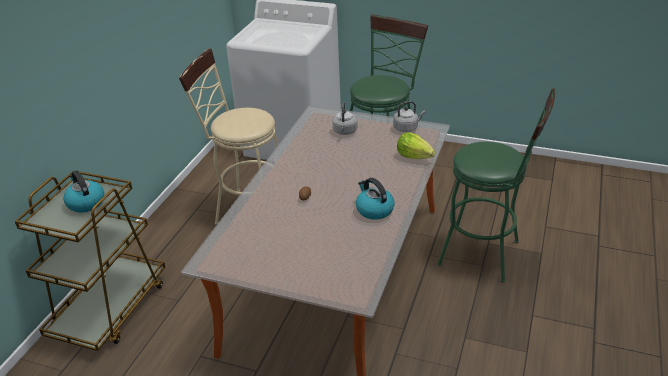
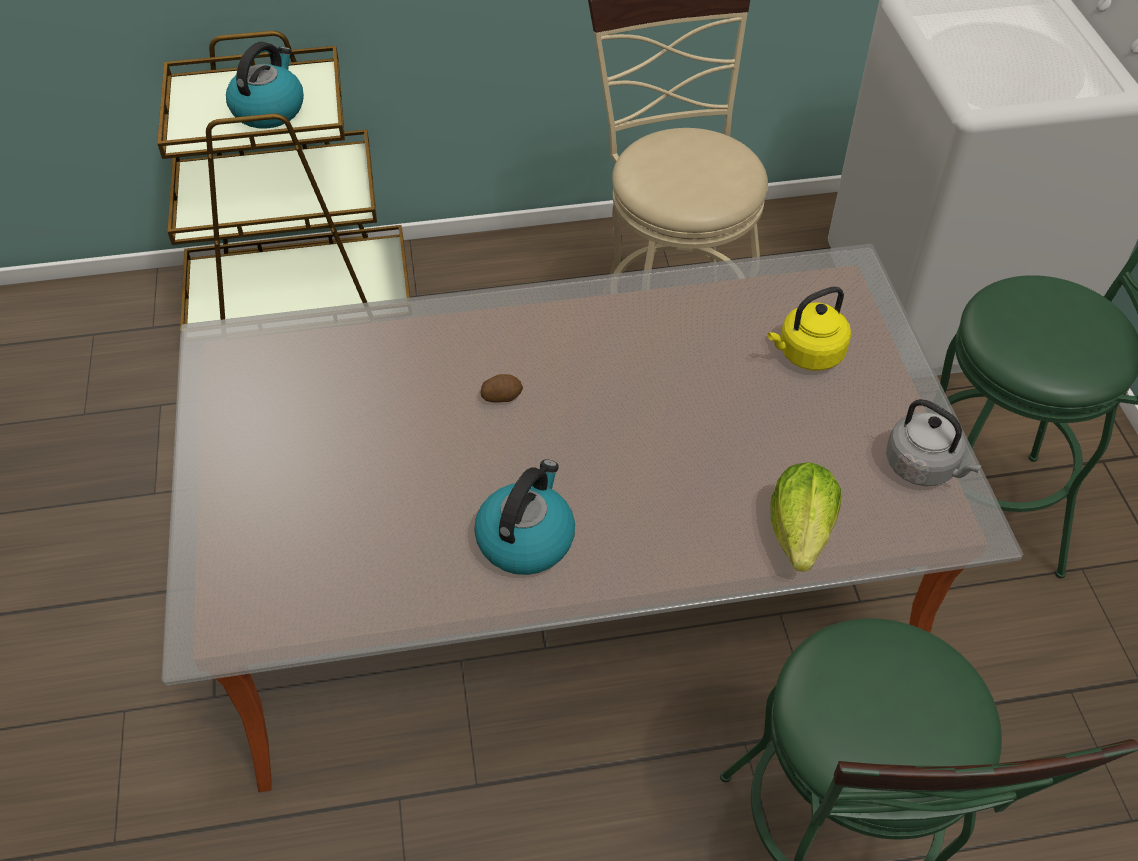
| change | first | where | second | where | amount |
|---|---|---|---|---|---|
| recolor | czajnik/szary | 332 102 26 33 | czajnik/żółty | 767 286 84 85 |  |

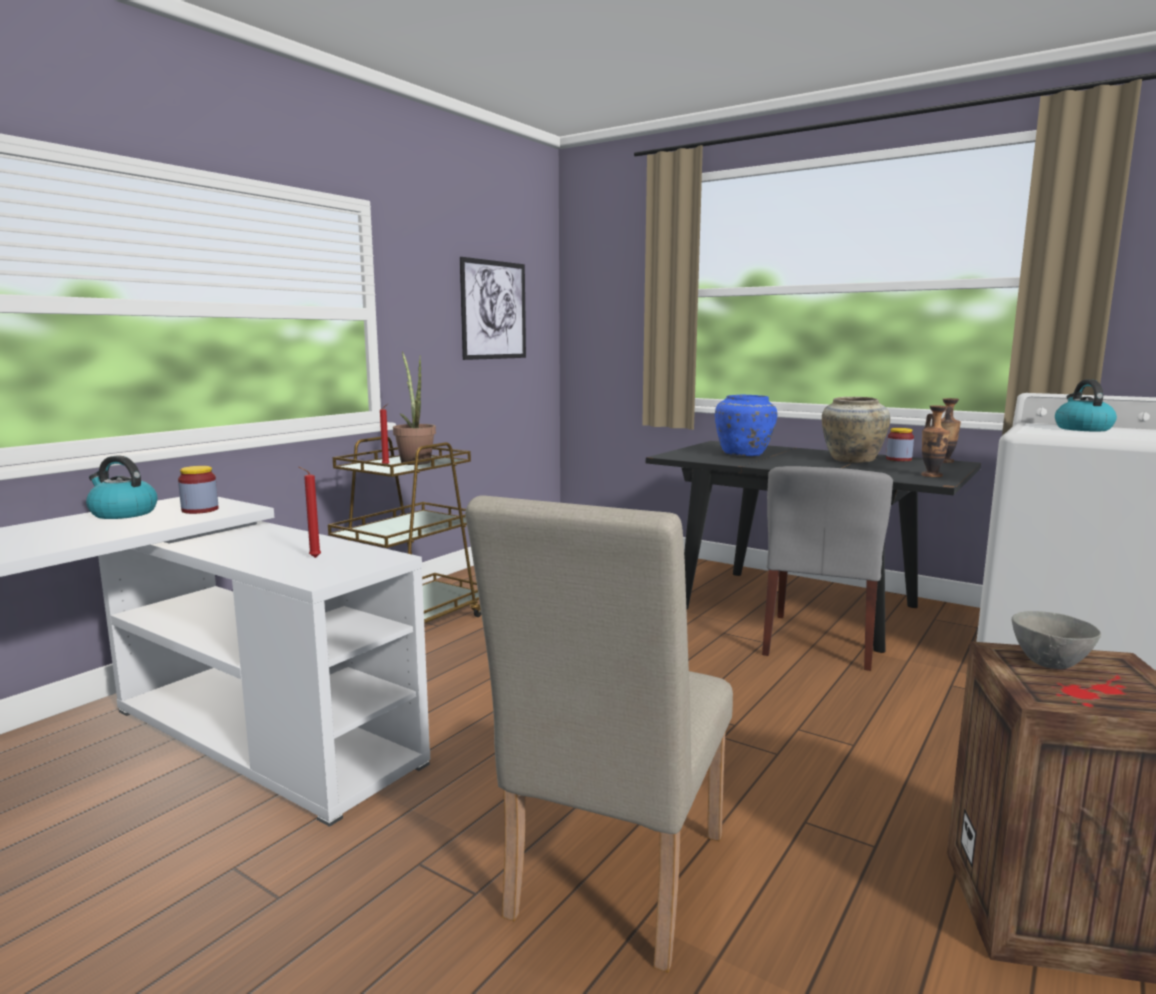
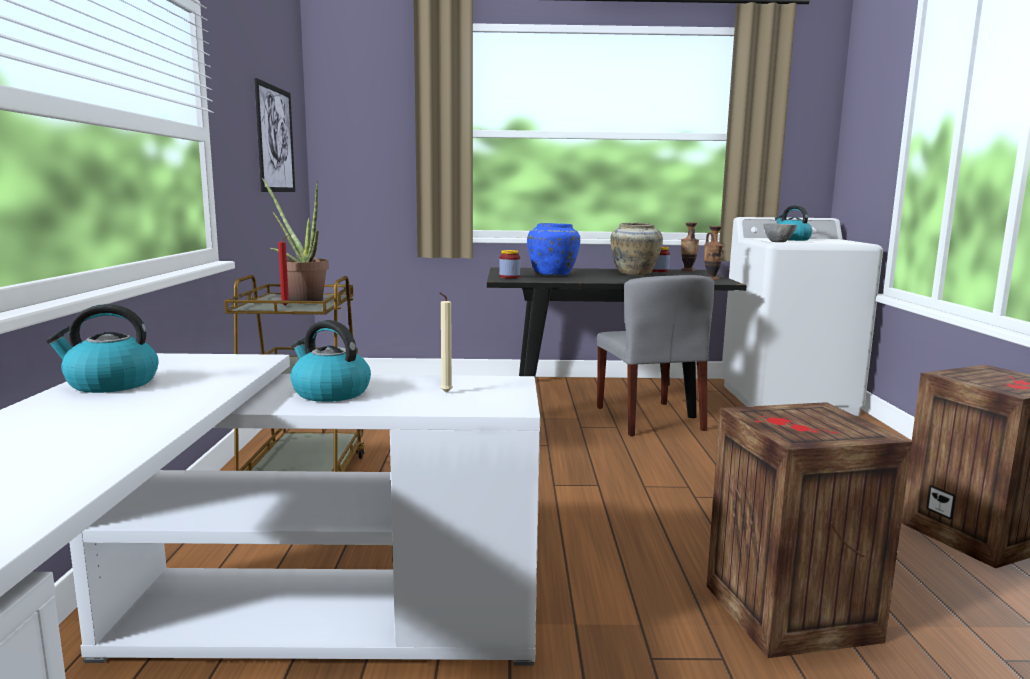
| change | first | where | second | where | amount |
|---|---|---|---|---|---|
| move | słoik | 178 466 41 48 |  | 499 250 21 28 |  |
| recolor | świeca/czerwony | 298 467 23 91 | świeca/beżowy | 440 293 13 100 |  |
| replace | krzesło/beżowy | 465 495 268 478 | skrzynka | 707 402 205 256 |  |
| move | miska/szary | 1012 611 89 58 |  | 763 224 34 18 |  |
| insert |  |  | czajnik | 290 320 81 82 |  |

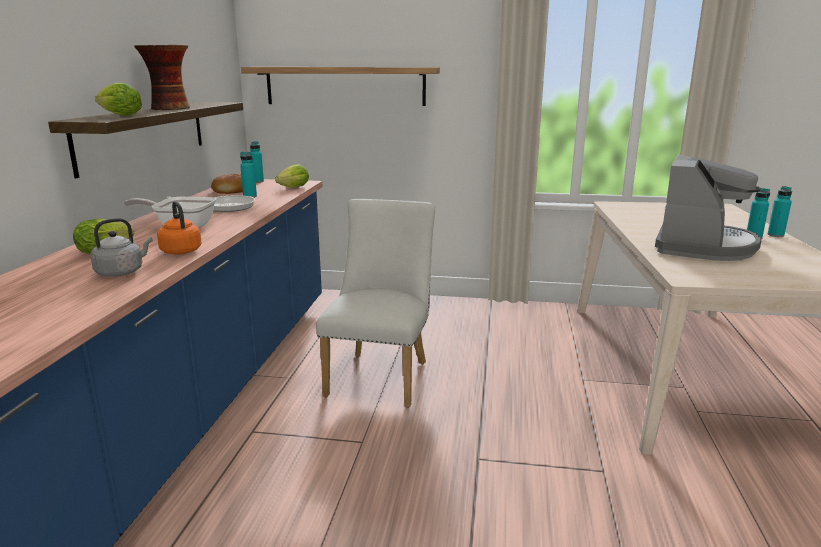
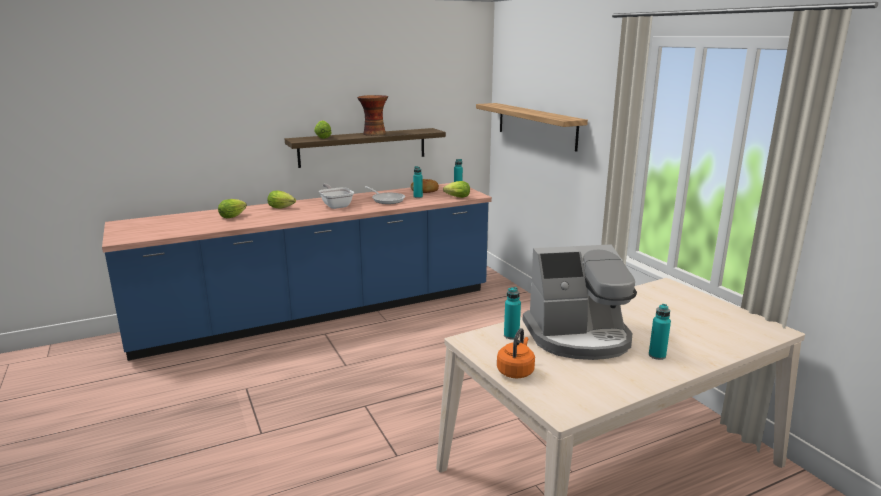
| change | first | where | second | where | amount |
|---|---|---|---|---|---|
| delete | czajnik/szary | 90 218 63 59 |  |  |  |
| move | czajnik/pomarańczowy | 157 201 45 54 |  | 497 328 38 50 |  |
| delete | krzesło/biały | 316 199 119 209 |  |  |  |
| move | butelka/turkusowy | 768 186 24 51 |  | 504 287 17 52 |  |
| insert |  |  | sałata | 218 199 29 19 |  |

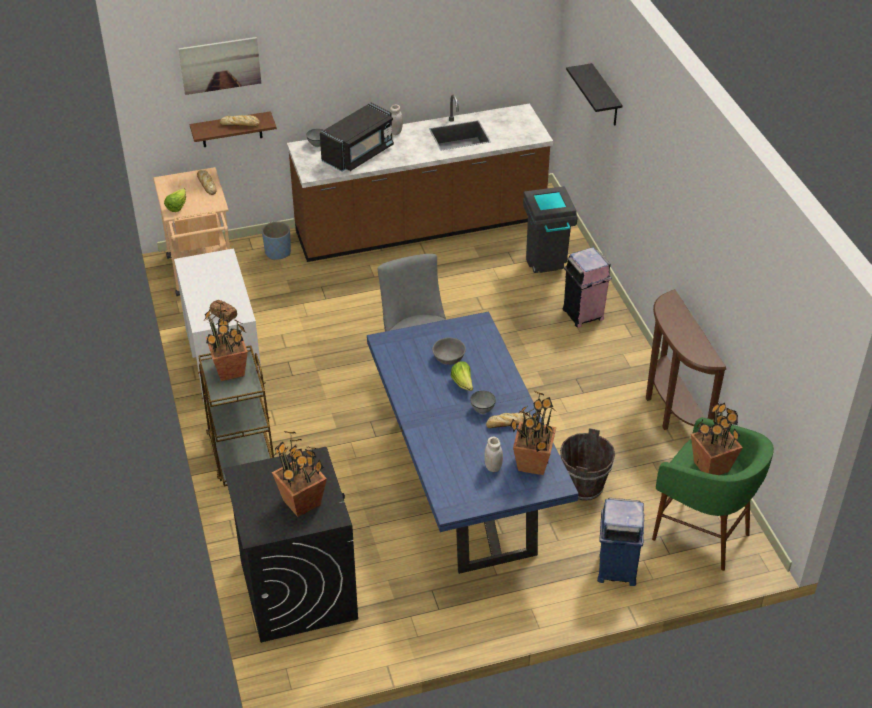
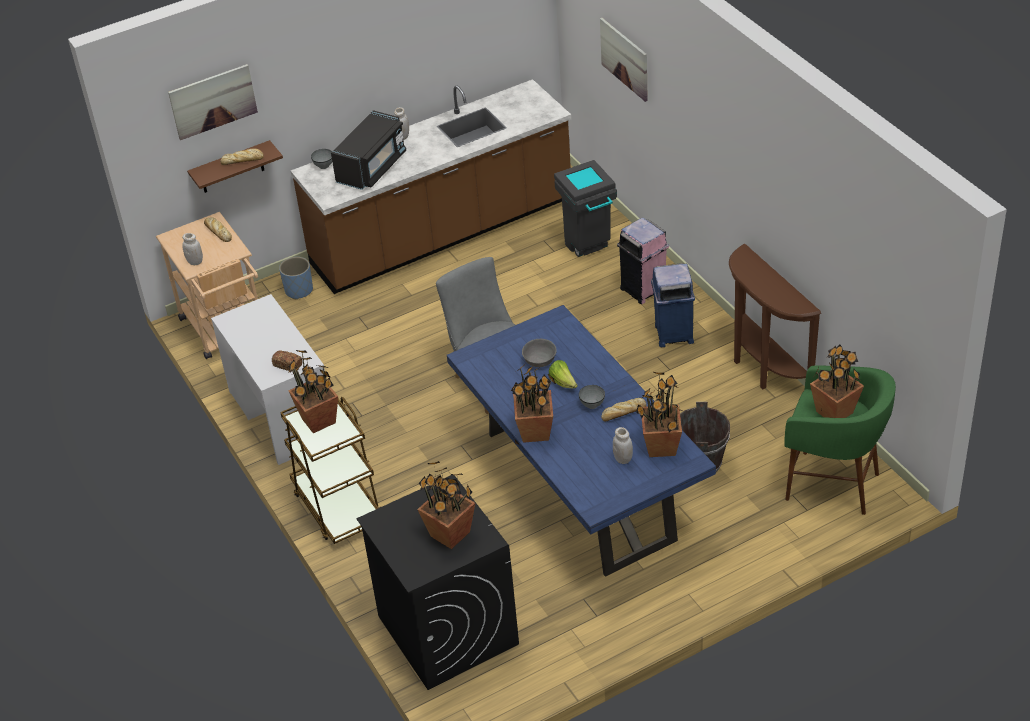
| change | first | where | second | where | amount |
|---|---|---|---|---|---|
| replace | sałata | 164 188 22 24 | słoik/biały | 182 233 21 32 |  |
| replace | półka/czarny | 566 63 57 62 | obraz | 600 18 48 84 |  |
| move | kosz na śmieci/niebieski | 597 498 48 88 |  | 651 263 44 84 |  |
| insert |  |  | roślina doniczkowa | 511 364 46 79 |  |

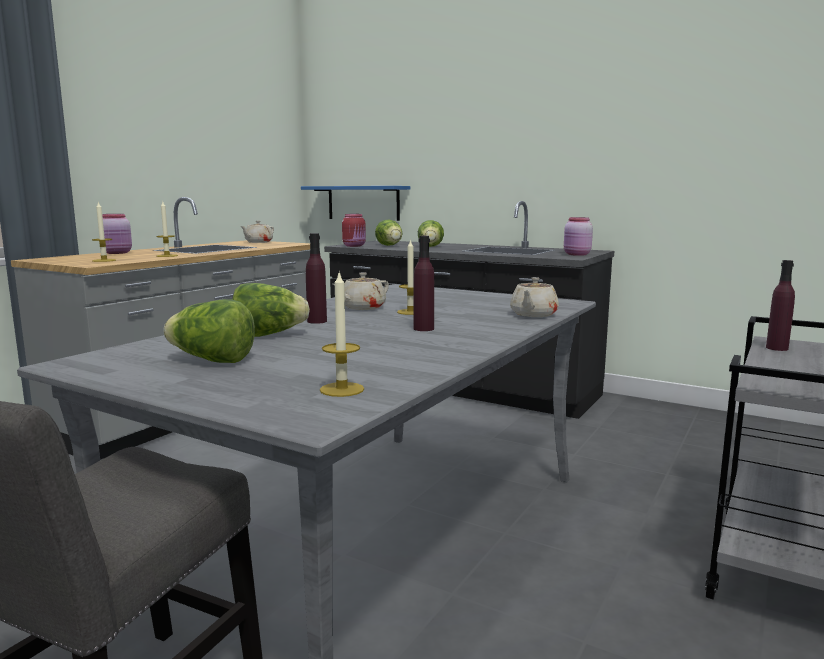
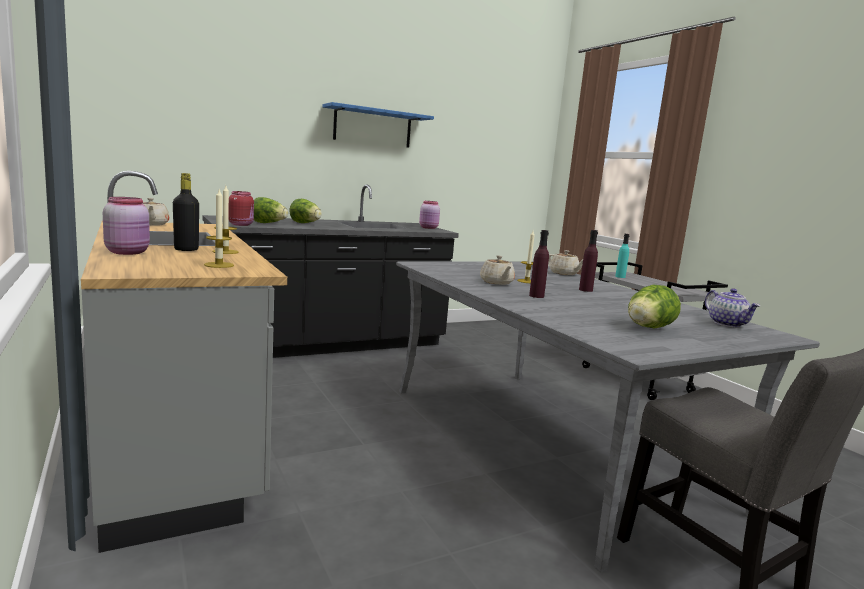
| change | first | where | second | where | amount |
|---|---|---|---|---|---|
| delete | sałata | 232 283 78 54 |  |  |  |
| move | półka/niebieski | 301 186 109 35 |  | 322 102 112 46 |  |
| replace | świeca | 320 270 44 127 | imbryk | 705 288 55 39 |  |
| recolor | butelka/fioletowy | 766 260 29 91 | butelka/turkusowy | 615 234 15 44 |  |
| insert |  |  | butelka/czarny | 173 173 26 78 |  |

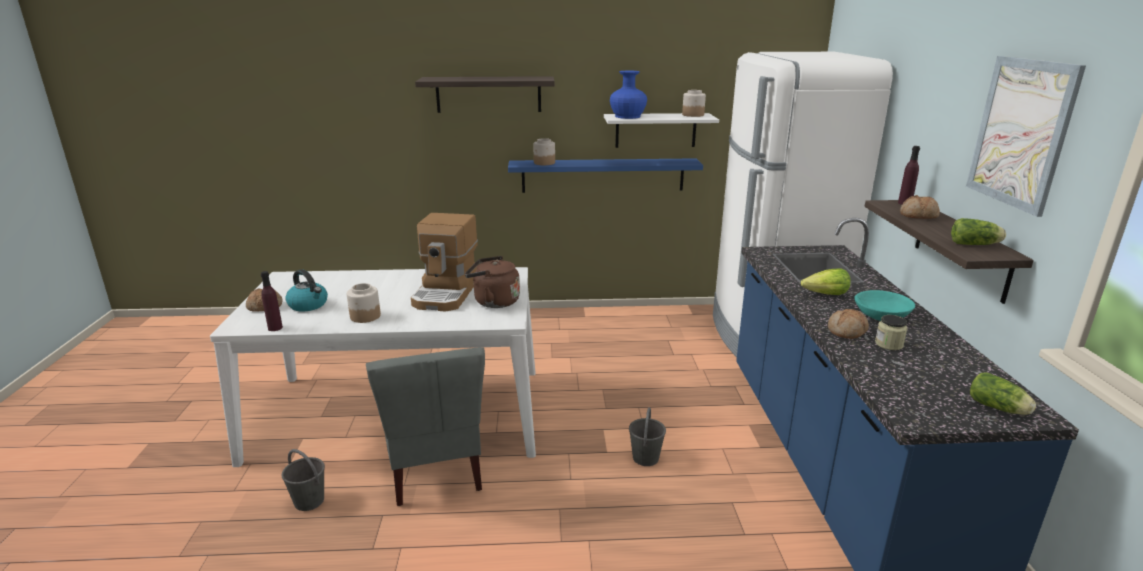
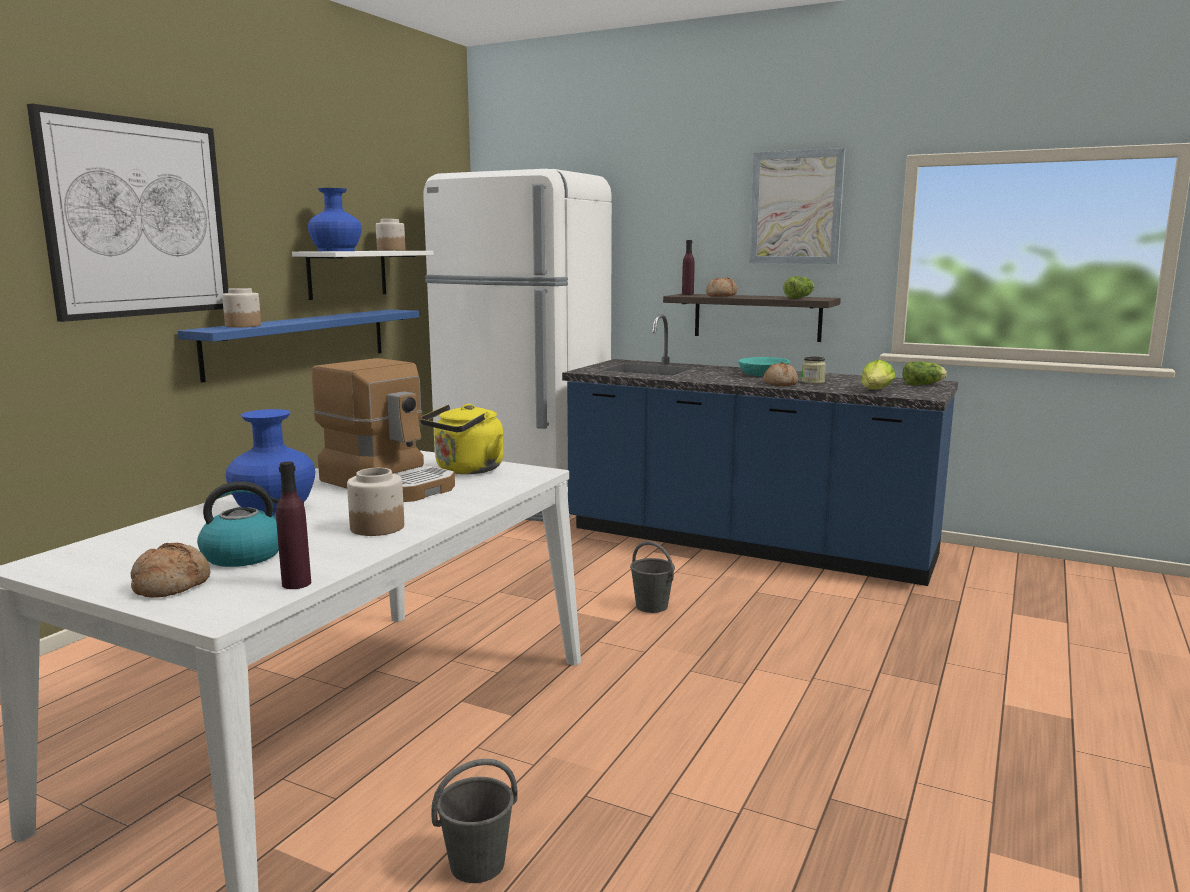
| change | first | where | second | where | amount |
|---|---|---|---|---|---|
| delete | krzesło/szary | 366 348 119 158 |  |  |  |
| replace | półka | 415 76 140 37 | obraz | 27 103 201 219 |  |
| recolor | czajnik/brązowy | 465 256 55 52 | czajnik/żółty | 420 404 84 70 |  |
| move | sałata | 801 269 50 26 |  | 861 360 35 29 |  |
| insert |  |  | wazon/niebieski | 226 409 89 107 |  |

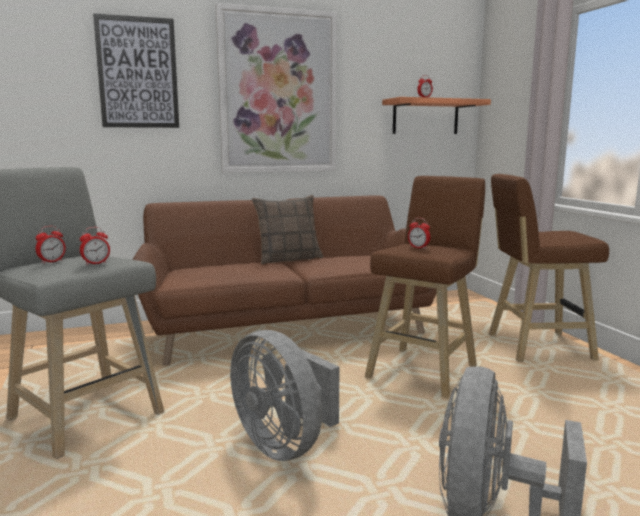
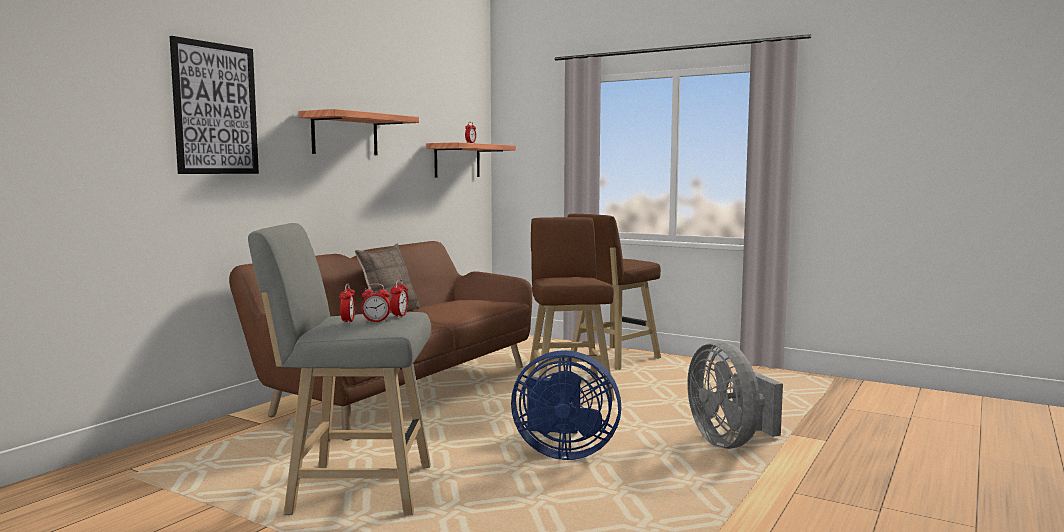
| change | first | where | second | where | amount |
|---|---|---|---|---|---|
| replace | obraz | 215 3 122 170 | półka | 299 109 120 46 |  |
| recolor | wentylator/szary | 230 330 109 131 | wentylator/niebieski | 511 350 110 110 |  |
| move | budzik | 408 218 22 31 |  | 361 283 30 39 |  |

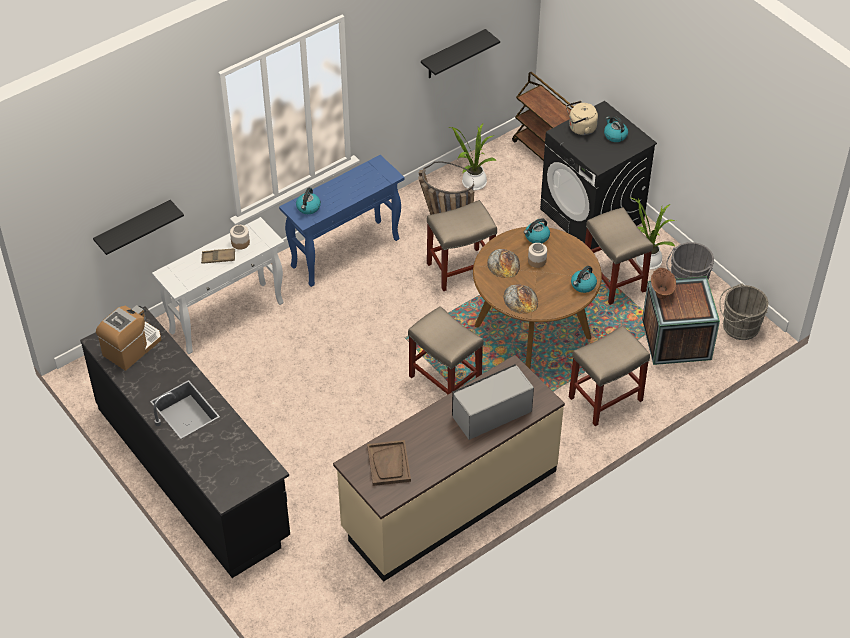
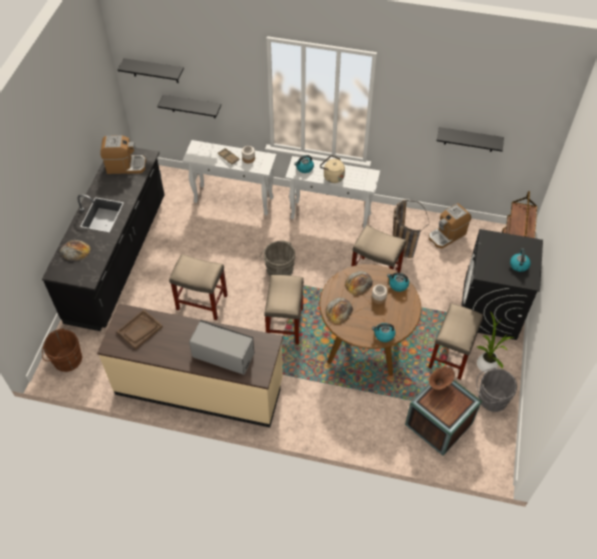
| change | first | where | second | where | amount |
|---|---|---|---|---|---|
| recolor | stolik konsolowy/niebieski | 279 155 126 132 | stolik konsolowy/biały | 285 156 95 73 |  |
| replace | roślina doniczkowa | 449 123 48 67 | ekspres do kawy | 429 203 42 46 |  |
| move | czajnik/beżowy | 566 101 32 34 |  | 320 155 25 28 |  |
| move | stołek/beżowy | 569 326 81 100 |  | 169 254 59 66 |  |
| move | wiadro/szary | 719 283 49 57 |  | 260 240 36 36 |  |
| insert |  |  | wiadro/brązowy | 42 328 40 44 |  |
| insert |  |  | chleb | 59 240 32 21 |  |
| insert |  |  | półka/czarny | 117 58 67 25 |  |

